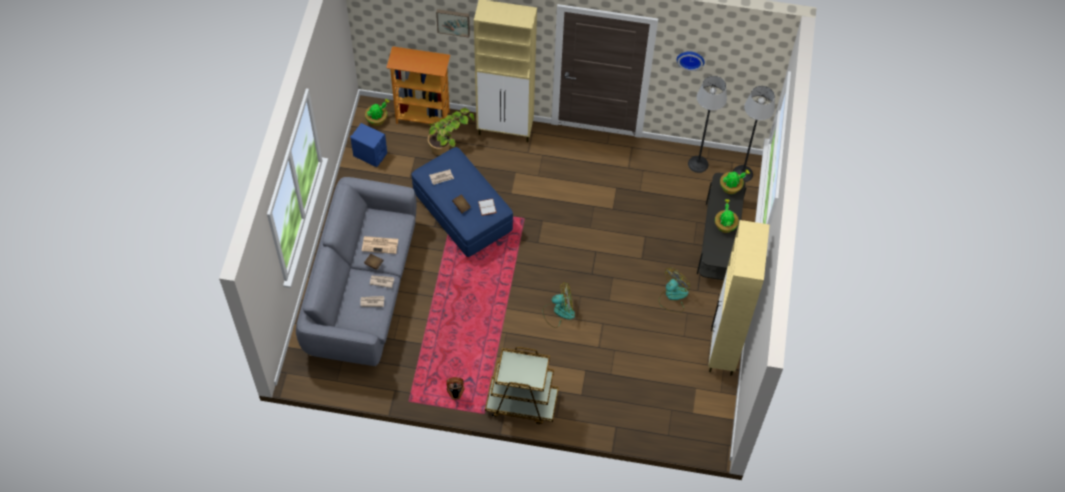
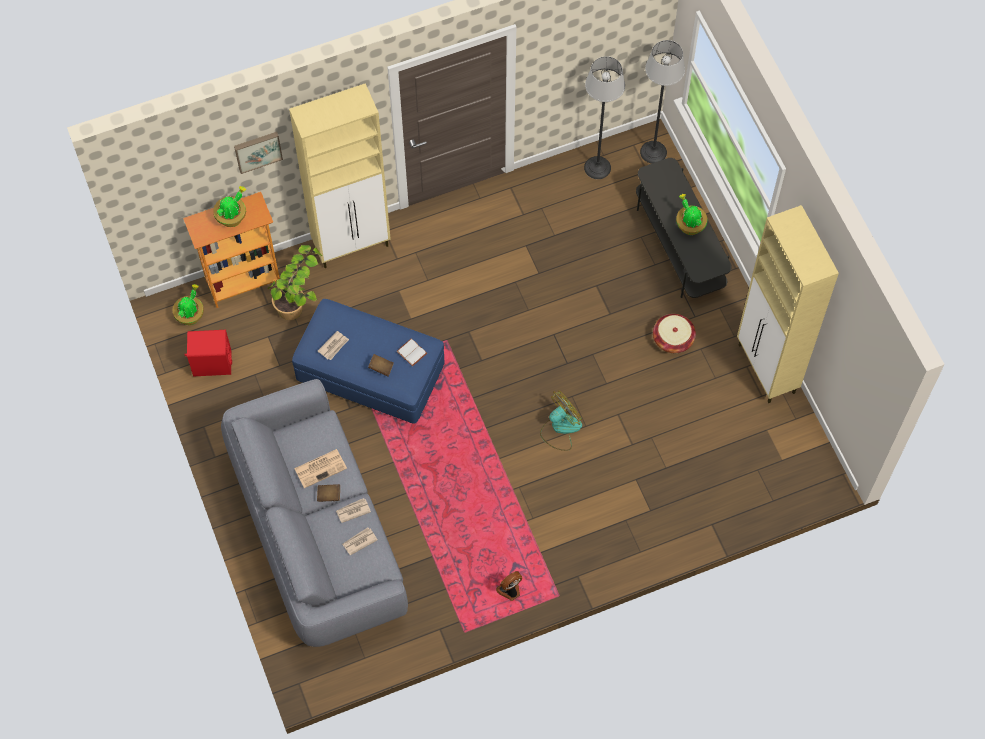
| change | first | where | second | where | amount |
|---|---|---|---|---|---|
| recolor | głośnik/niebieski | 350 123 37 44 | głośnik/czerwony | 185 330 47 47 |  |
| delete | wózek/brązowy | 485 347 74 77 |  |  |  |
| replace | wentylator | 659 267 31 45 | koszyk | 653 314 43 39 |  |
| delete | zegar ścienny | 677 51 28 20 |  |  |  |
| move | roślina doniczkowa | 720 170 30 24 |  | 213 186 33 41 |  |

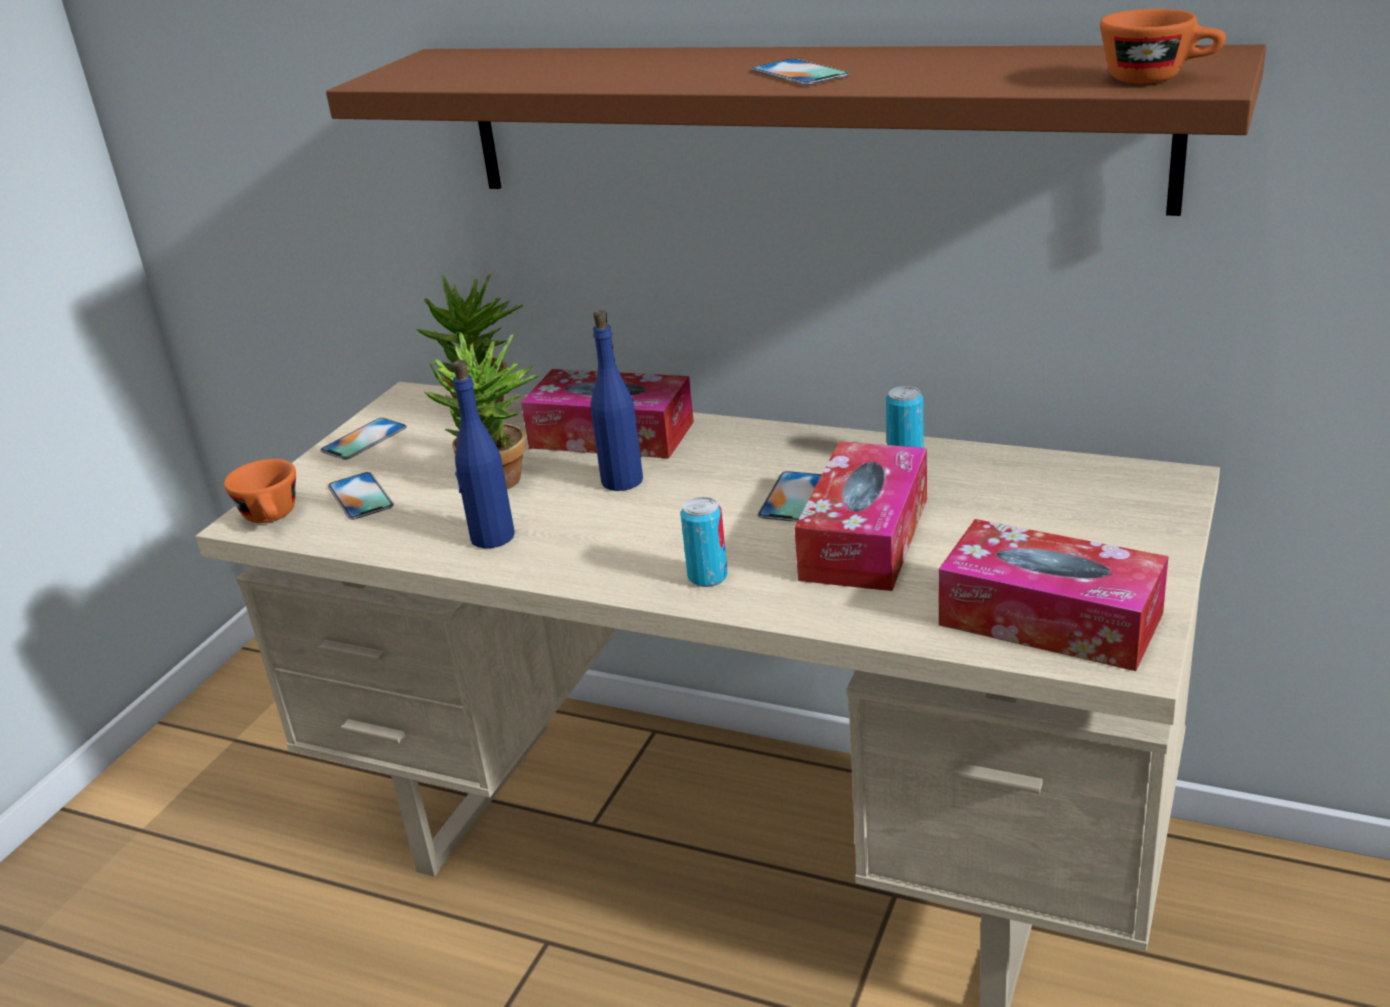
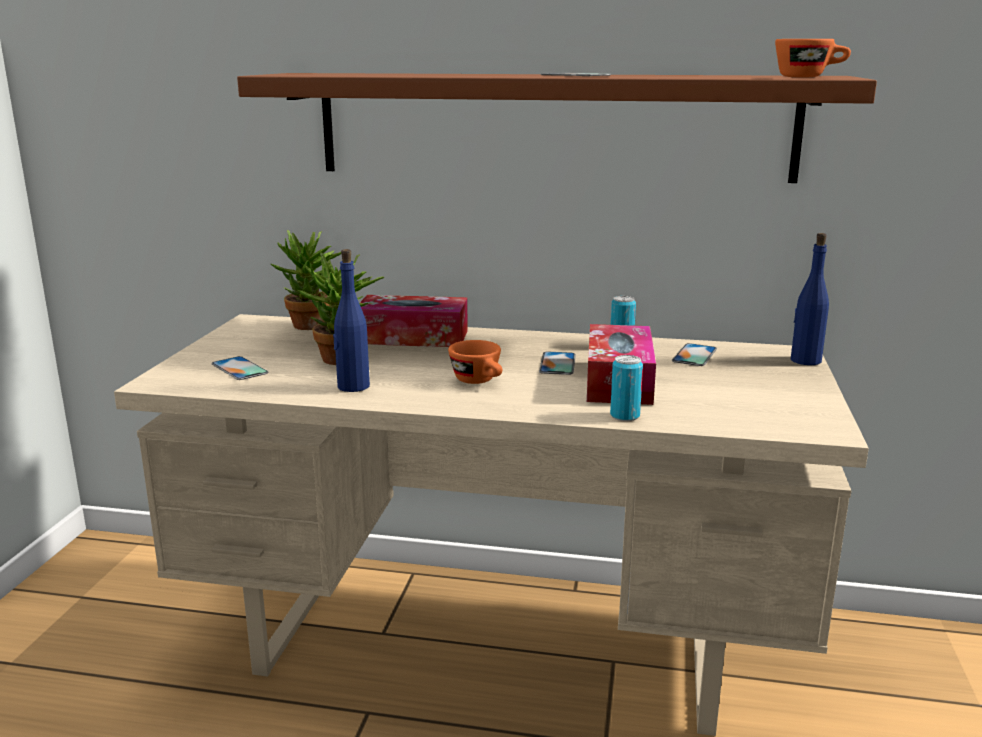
| change | first | where | second | where | amount |
|---|---|---|---|---|---|
| move | filiżanka/pomarańczowy | 224 459 72 64 |  | 448 340 54 44 |  |
| move | telefon | 320 418 87 42 |  | 672 343 45 23 |  |
| move | butelka/niebieski | 591 310 52 181 |  | 791 233 38 132 |  |
| move | puszka | 681 497 47 90 |  | 610 355 33 66 |  |
| delete | pudełko chusteczek | 939 519 230 152 |  |  |  |

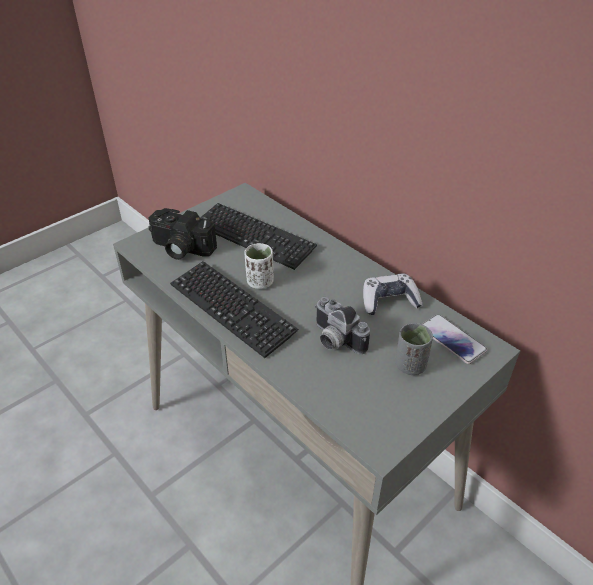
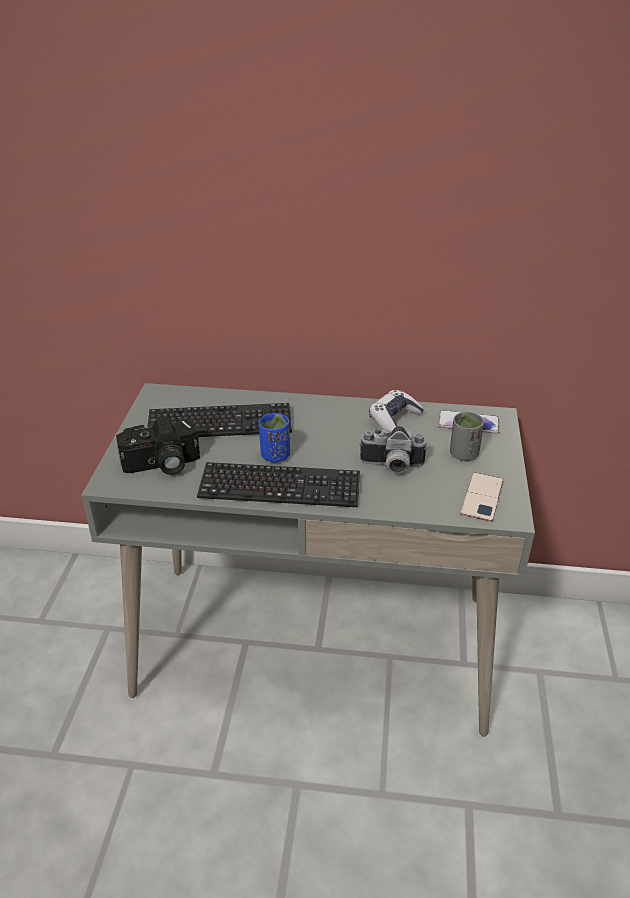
| change | first | where | second | where | amount |
|---|---|---|---|---|---|
| recolor | filiżanka/biały | 244 243 30 46 | filiżanka/niebieski | 259 413 31 50 |  |
| insert |  |  | telefon | 460 472 44 50 |  |

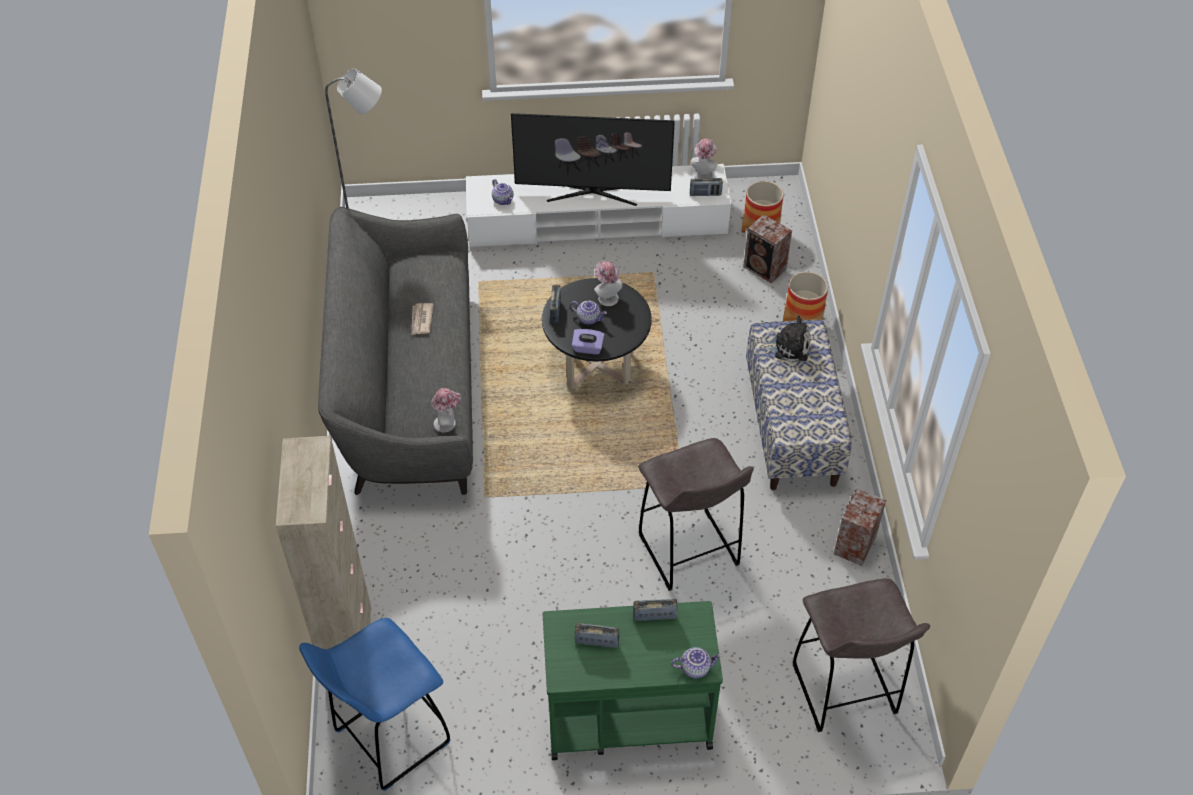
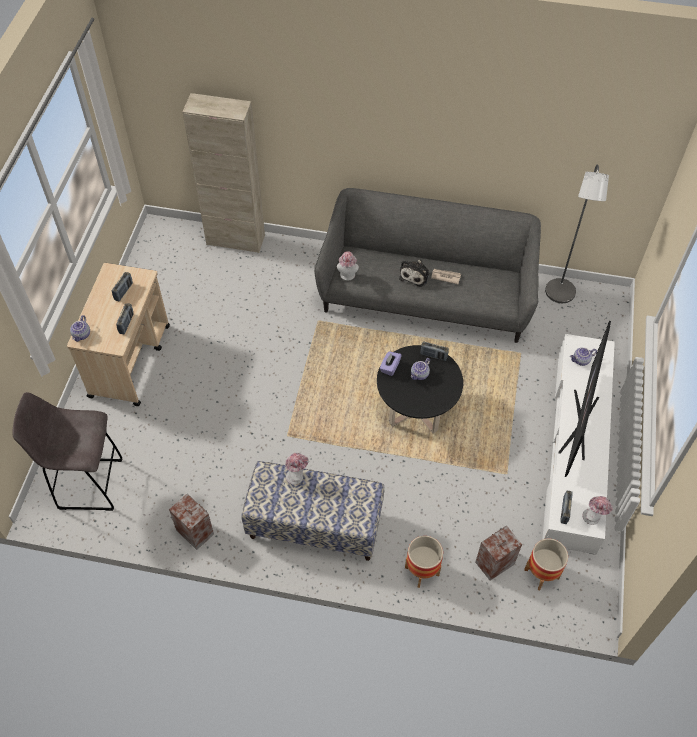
| change | first | where | second | where | amount |
|---|---|---|---|---|---|
| delete | stołek/niebieski | 299 618 152 173 |  |  |  |
| recolor | wózek/zielony | 543 601 180 159 | wózek/beżowy | 67 263 103 143 |  |
| move | kapelusz | 594 261 29 45 |  | 285 453 24 32 |  |
| delete | stołek/szary | 638 438 116 153 |  |  |  |
| move | pluszak | 760 315 50 47 |  | 399 259 30 28 |  |

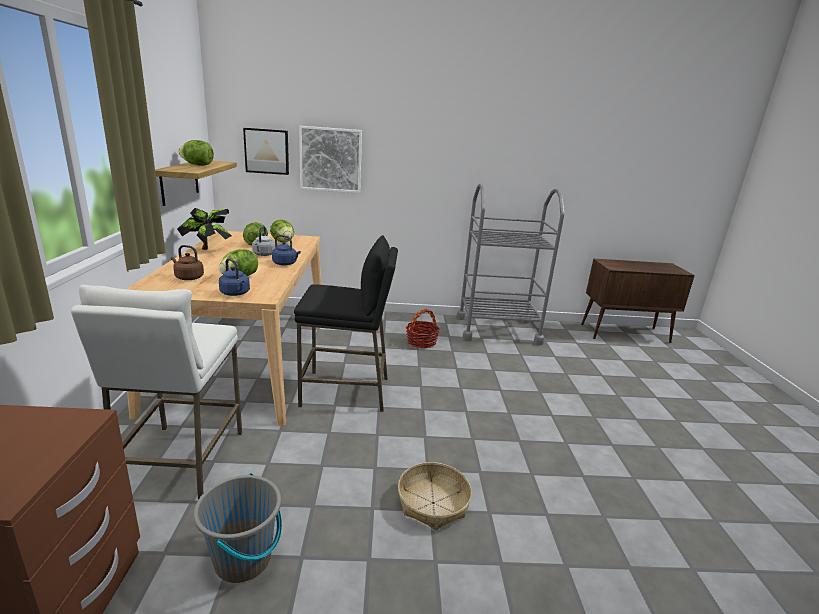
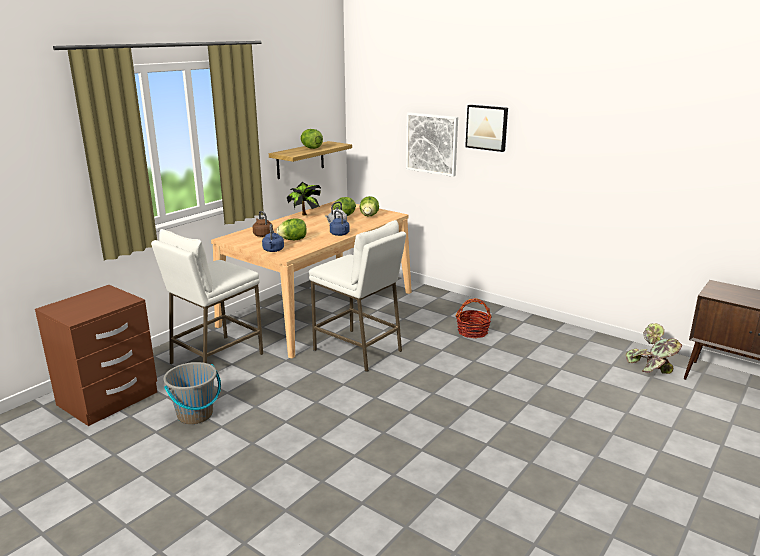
| change | first | where | second | where | amount |
|---|---|---|---|---|---|
| move | obraz | 243 128 46 47 |  | 465 105 43 47 |  |
| recolor | stołek/czarny | 294 235 104 177 | stołek/biały | 309 220 97 152 |  |
| delete | koszyk | 398 462 74 68 |  |  |  |
| delete | wózek/szary | 456 183 108 162 |  |  |  |
| insert |  |  | roślina doniczkowa | 626 323 56 51 |  |

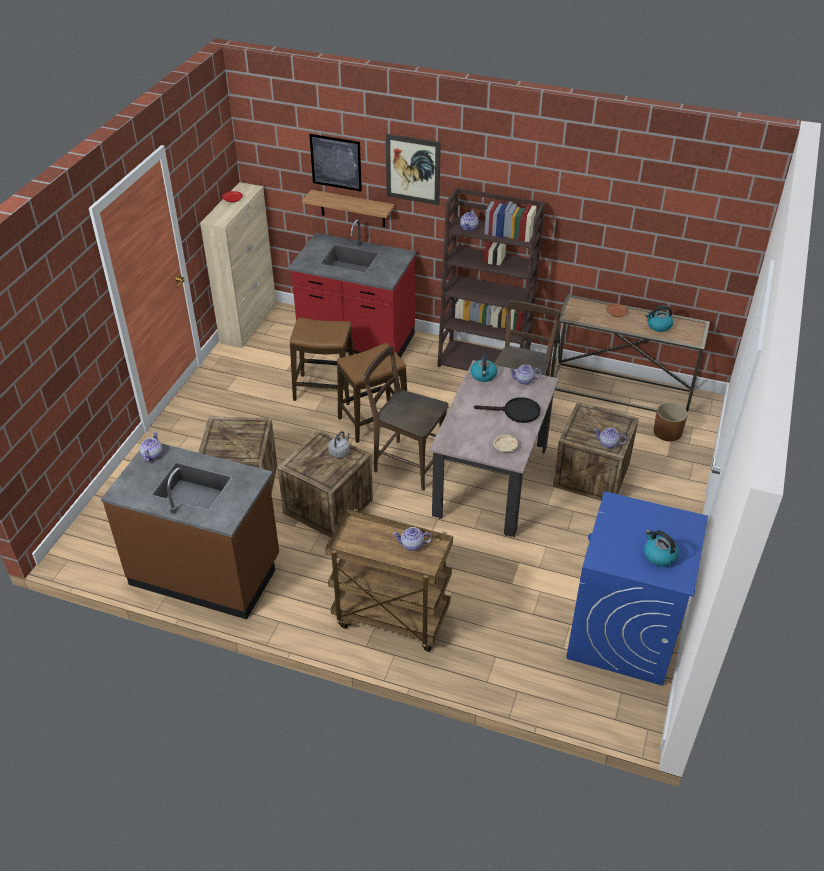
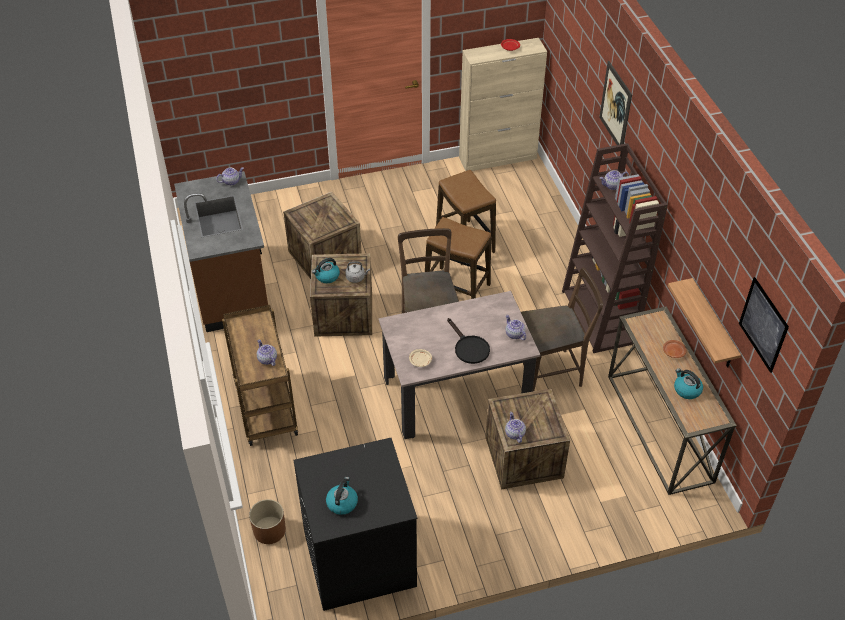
| change | first | where | second | where | amount |
|---|---|---|---|---|---|
| delete | zabudowa kuchenna/czerwony | 288 219 128 139 |  |  |  |
| move | półka | 302 190 92 37 |  | 668 278 73 90 |  |
| move | obraz | 309 134 53 58 |  | 739 277 50 96 |  |
| move | czajnik | 470 353 27 29 |  | 312 258 28 25 |  |
| recolor | pralka/niebieski | 566 492 142 194 | pralka/czarny | 294 438 123 173 |  |
| move | donica/brązowy | 653 402 35 39 |  | 249 499 37 45 |  |

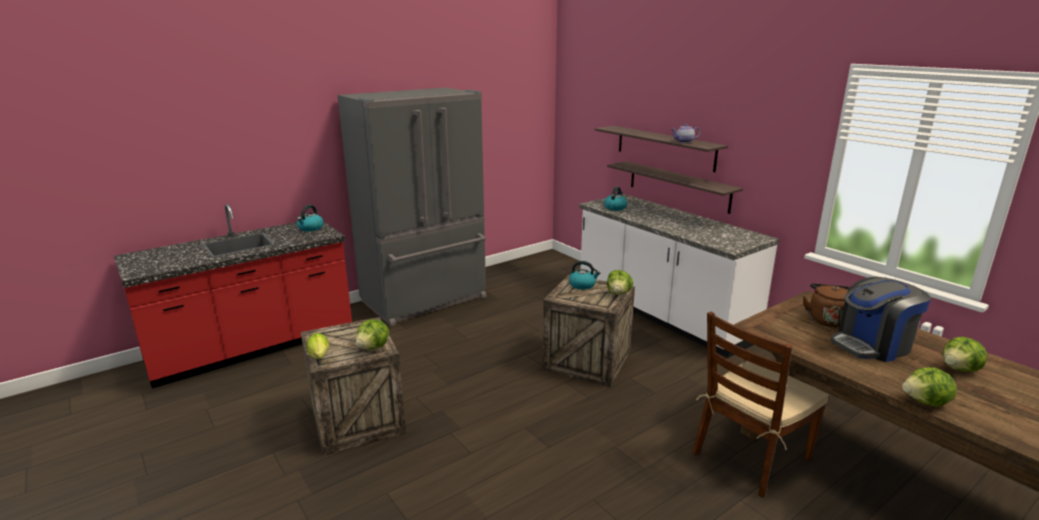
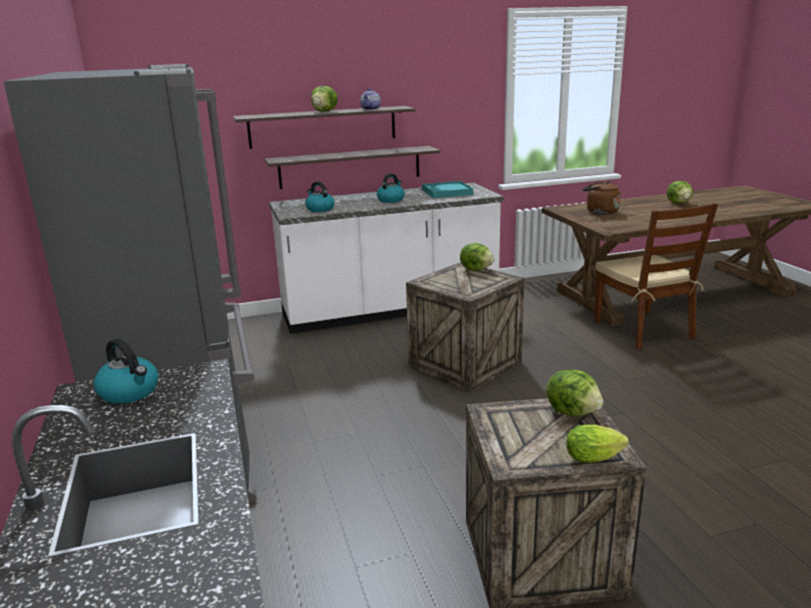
| change | first | where | second | where | amount |
|---|---|---|---|---|---|
| move | czajnik | 569 261 31 29 |  | 377 173 28 30 |  |
| delete | ekspres do kawy | 830 277 101 85 |  |  |  |
| move | sałata | 902 367 55 40 |  | 311 86 27 26 |  |
| insert |  |  | taca/turkusowy | 422 181 51 17 |  |

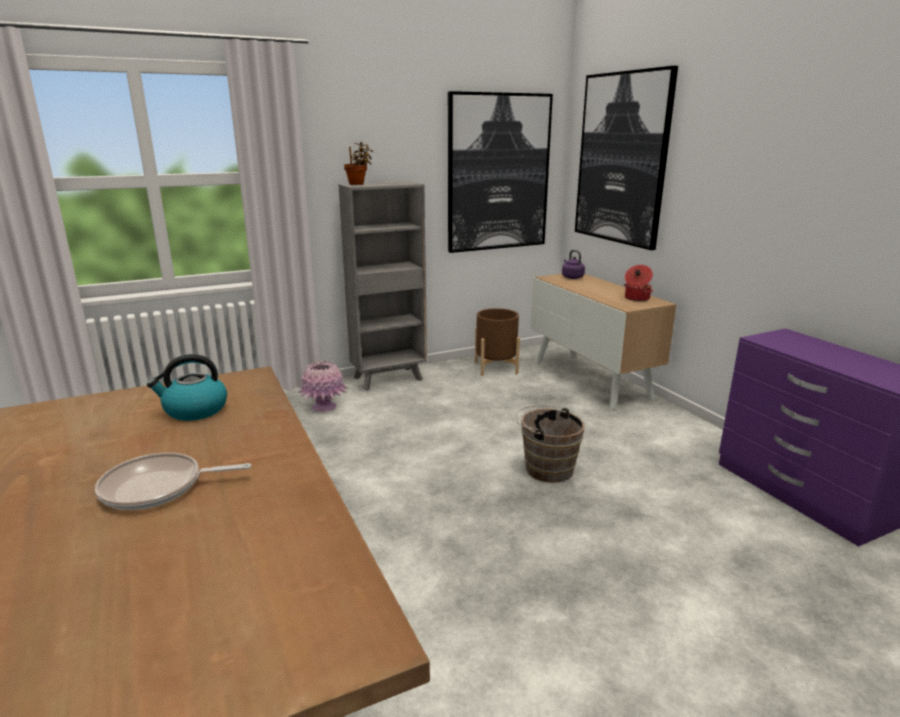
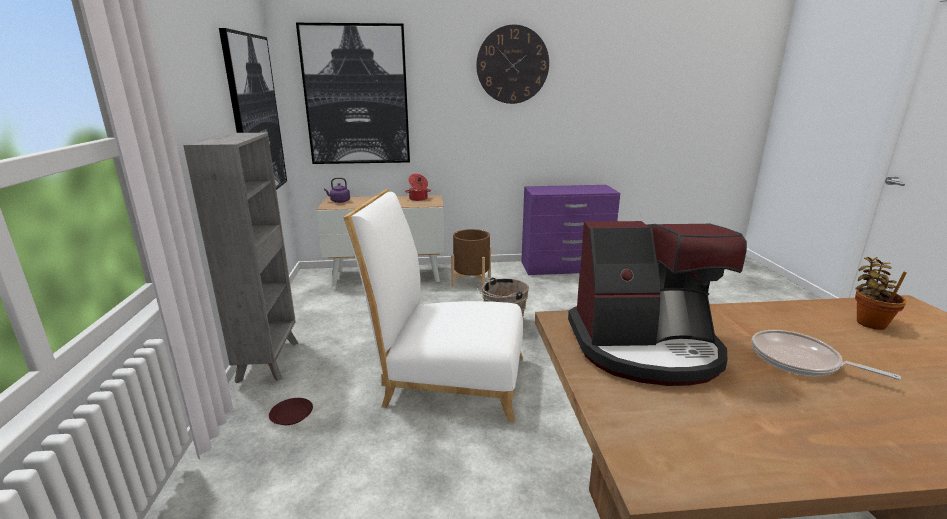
| change | first | where | second | where | amount |
|---|---|---|---|---|---|
| rotate | patelnia | 95 452 156 58 |  | 752 330 149 50 | 120 degrees clockwise |
| replace | czajnik | 147 354 80 67 | ekspres do kawy | 568 221 179 165 |  |
| replace | wazon/różowy | 298 361 50 52 | talerz/brązowy | 269 398 44 27 |  |
| move | roślina doniczkowa | 344 142 29 43 |  | 855 257 52 73 |  |
| move | donica/brązowy | 475 308 45 68 |  | 451 229 40 58 |  |
| insert |  |  | krzesło/biały | 343 189 180 233 |  |
| insert |  |  | zegar ścienny | 476 25 73 79 |  |

